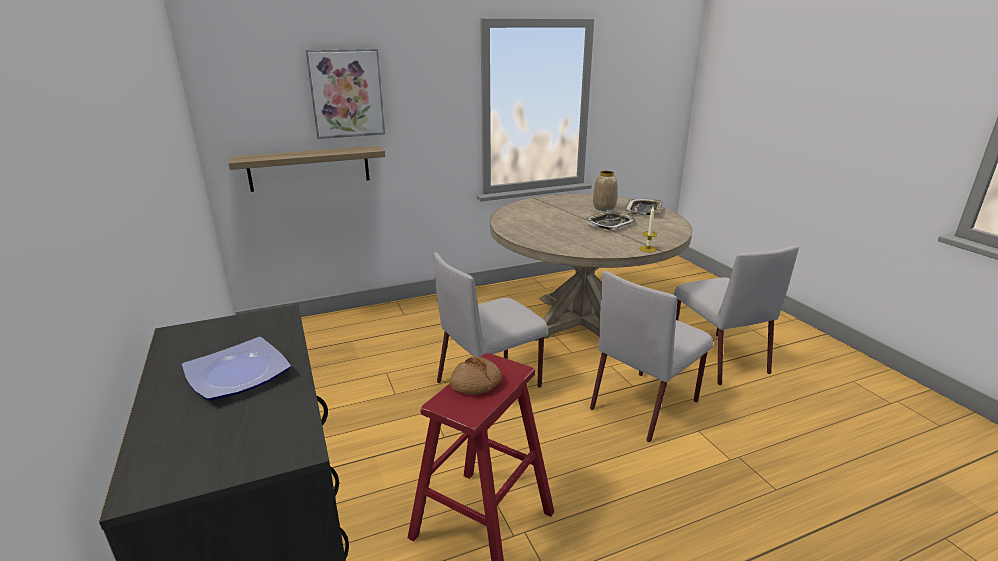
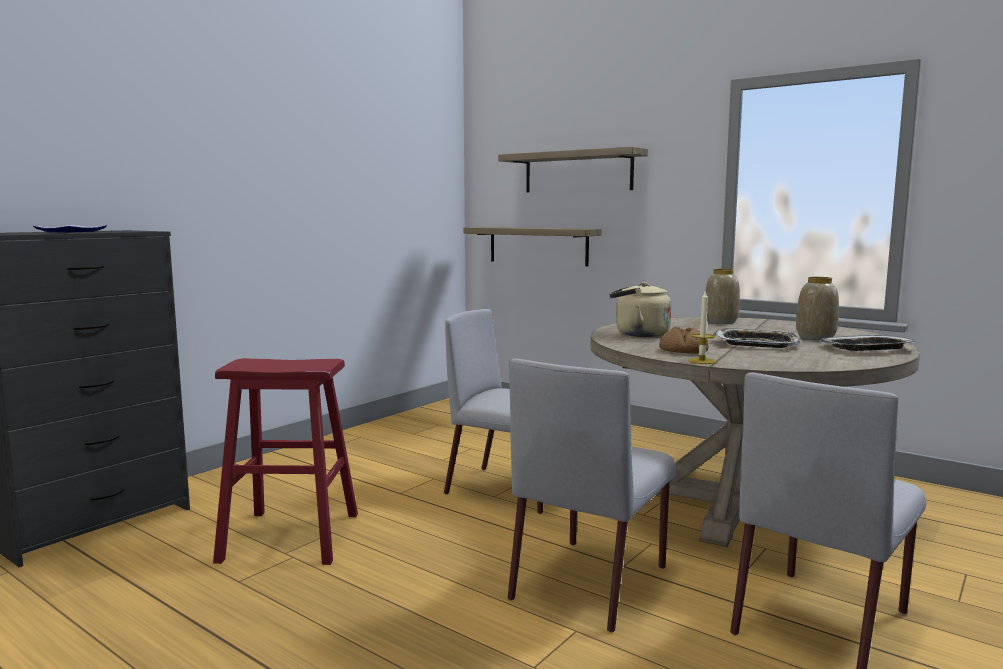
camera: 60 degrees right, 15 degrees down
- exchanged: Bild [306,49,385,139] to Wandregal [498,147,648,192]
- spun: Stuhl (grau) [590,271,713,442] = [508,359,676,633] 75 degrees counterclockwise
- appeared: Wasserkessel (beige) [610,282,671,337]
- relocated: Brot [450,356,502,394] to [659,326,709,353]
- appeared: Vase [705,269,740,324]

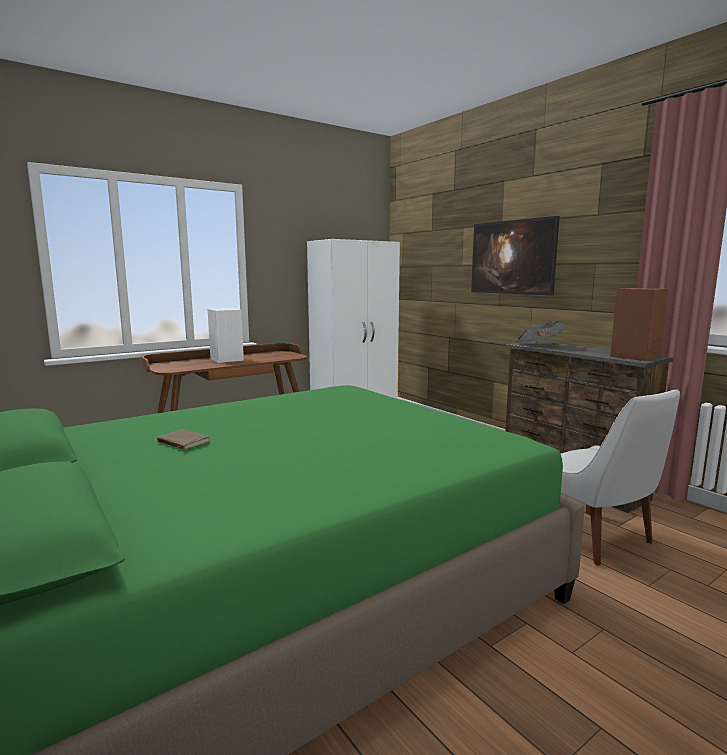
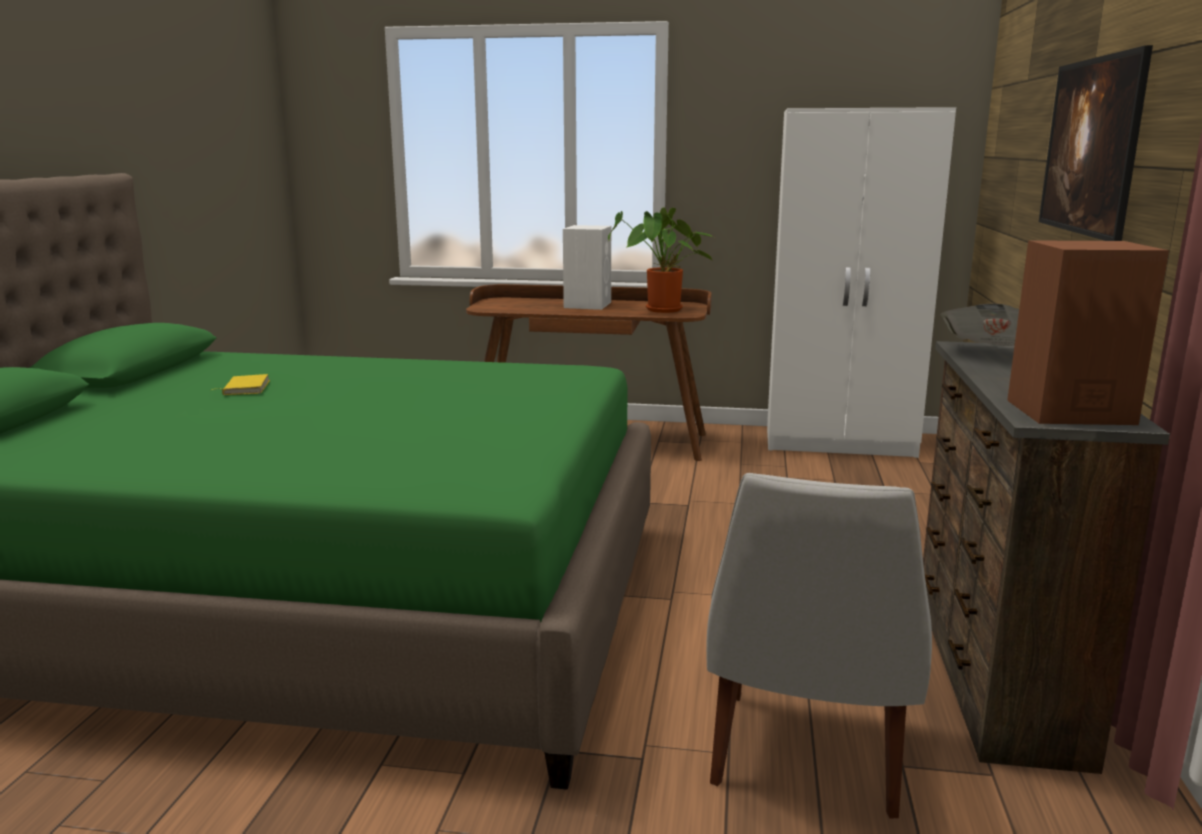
camera: 45 degrees right, 5 degrees up
- colour: Buch (braun) [157,429,210,450] to Buch (gelb) [210,374,270,395]
- appeared: Topfpflanze [608,207,713,313]

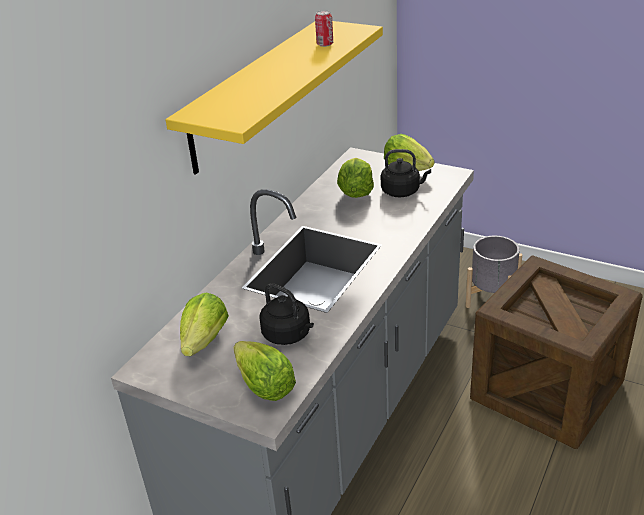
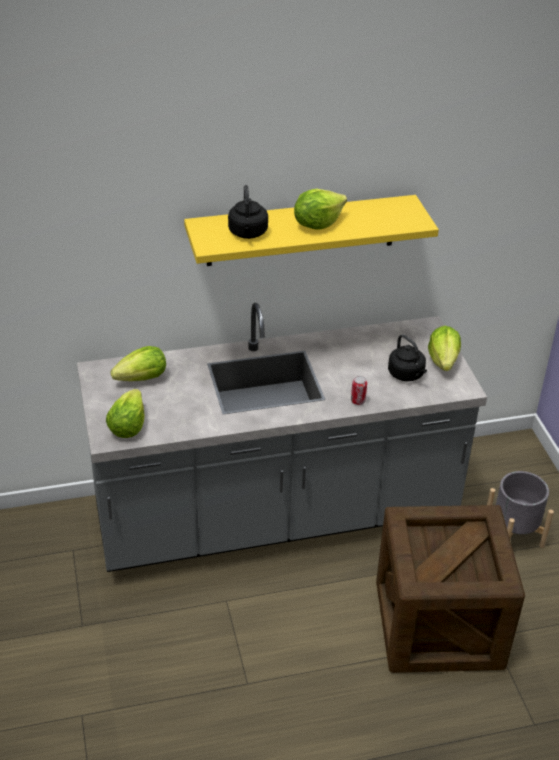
camera: 45 degrees right, 5 degrees up
- relocated: Wasserkessel (schwarz) [259,283,314,345] to [228,185,268,239]
- relocated: Salatkopf [337,158,374,198] to [294,189,347,229]
- relocated: Dose [315,10,333,47] to [351,376,367,405]

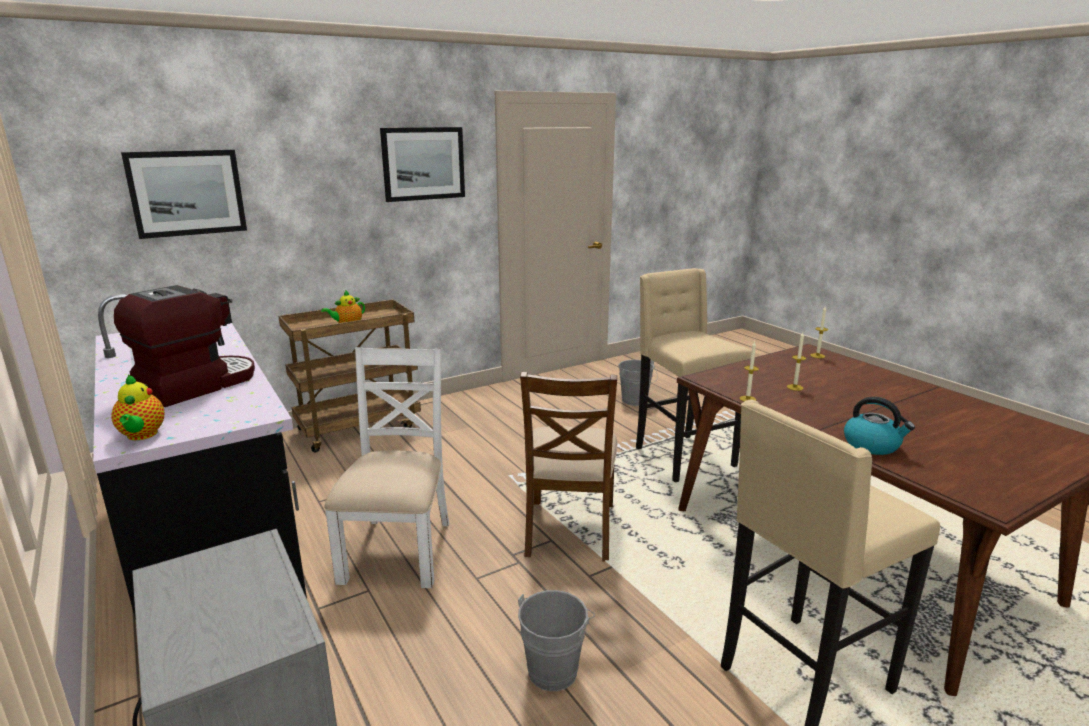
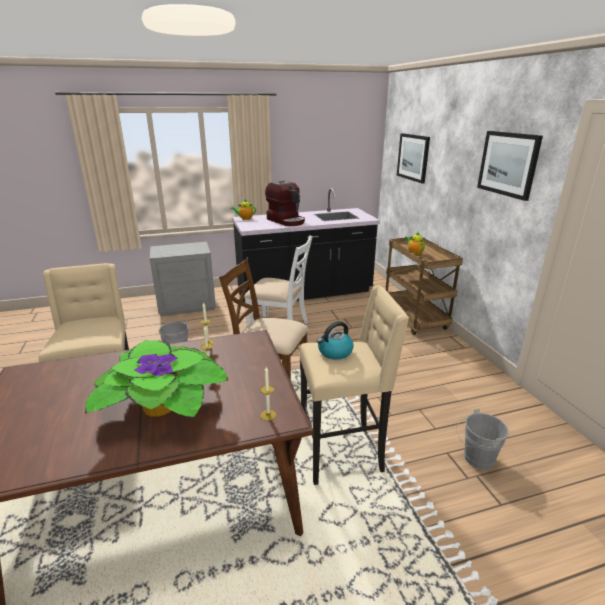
camera: 105 degrees right, 5 degrees up
- appeared: Topfpflanze [85,340,228,418]
- relocated: Wasserkessel [844,397,915,455] to [317,321,354,360]

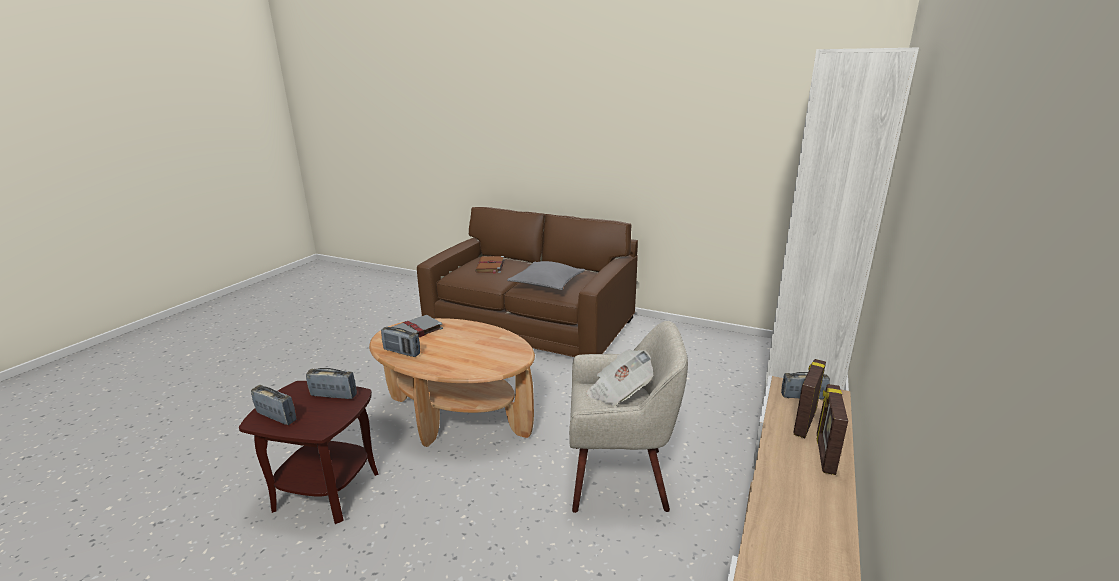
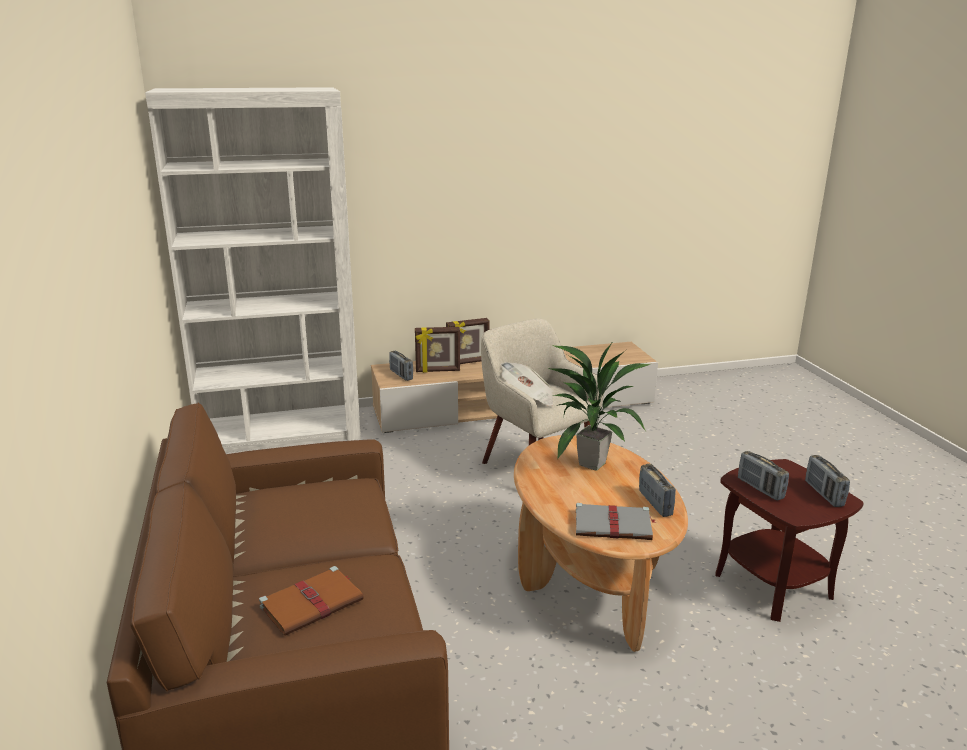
camera: 130 degrees left, 0 degrees up
- appeared: Topfpflanze [548,343,650,471]
- missing: Kissen (grau) [507,261,585,290]

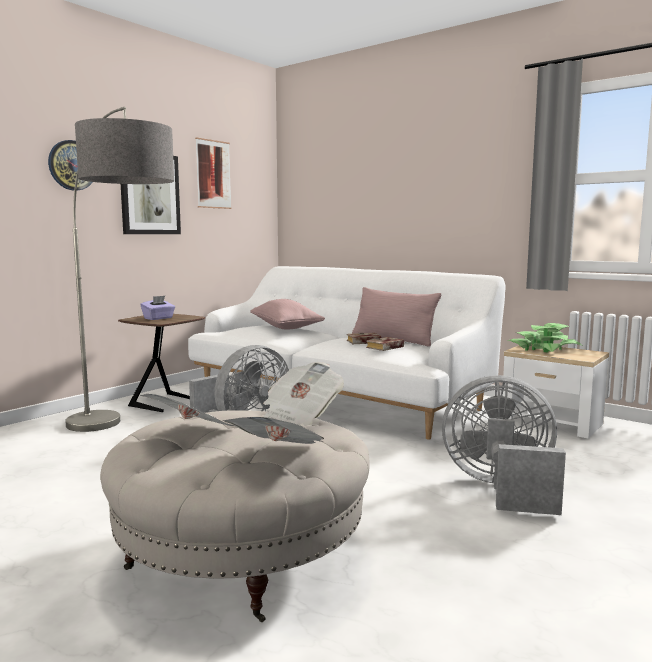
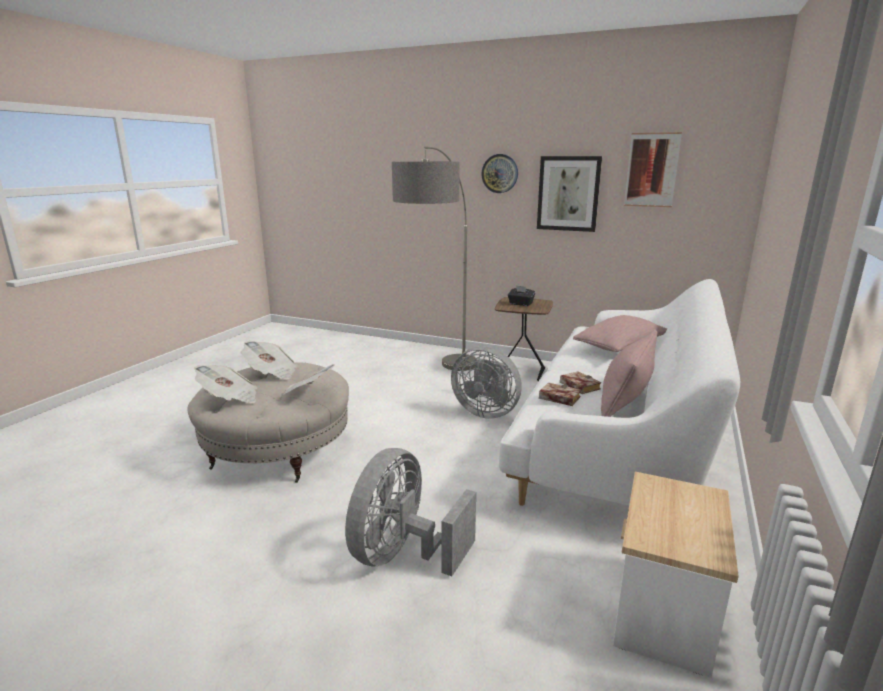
camera: 75 degrees right, 10 degrees up
- spun: Ventilator (grau) [442,375,566,515] = [345,448,476,576] 150 degrees counterclockwise
- colour: Taschentuchbox (lila) [141,296,175,320] to Taschentuchbox (schwarz) [508,285,535,306]
- missing: Topfpflanze [507,323,583,352]

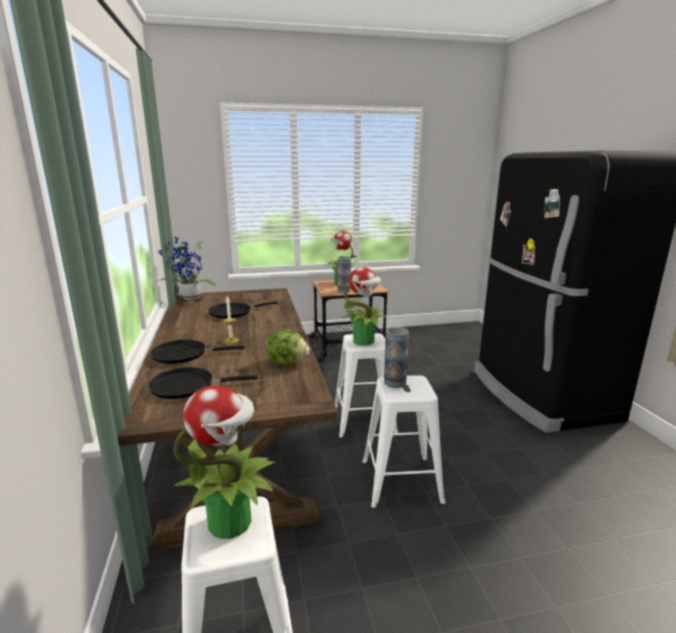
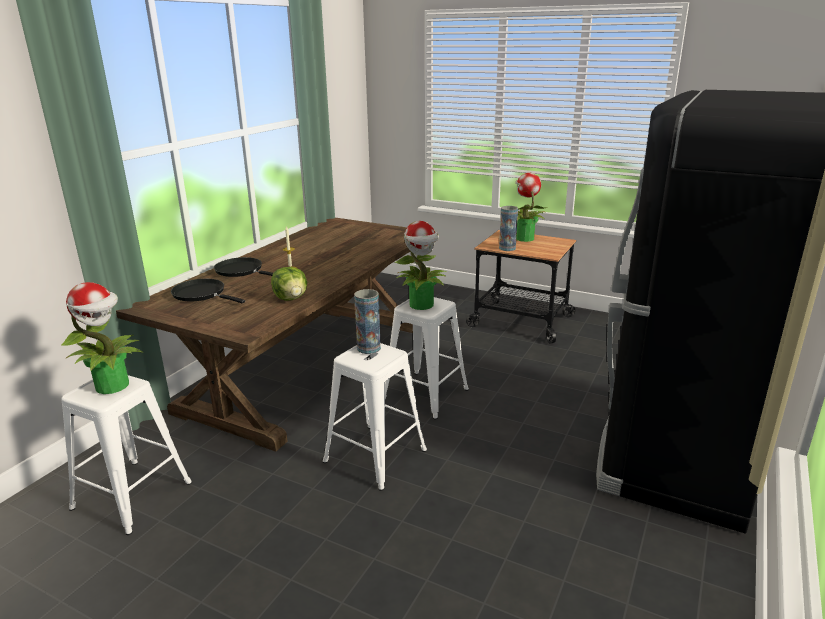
camera: 40 degrees right, 5 degrees up
- missing: Topfpflanze [158,236,216,300]
- missing: Pfanne (schwarz) [208,301,277,319]

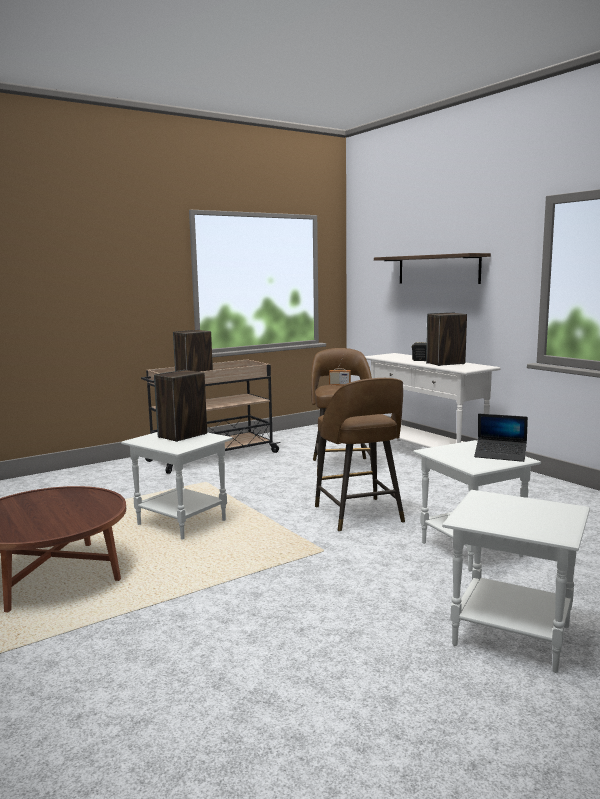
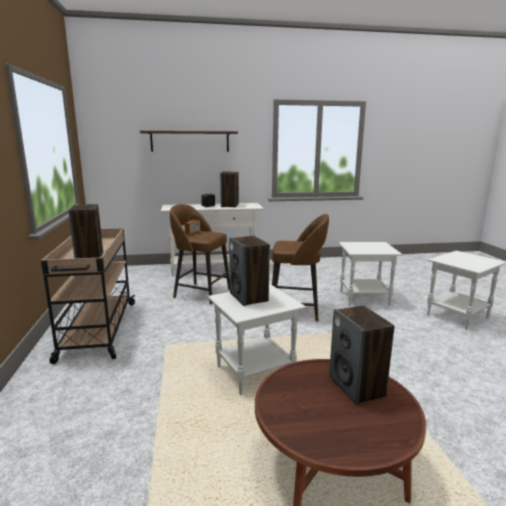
camera: 65 degrees left, 5 degrees up
- appeared: Lautsprecher [329,305,395,405]
- missing: Laptop [474,414,528,462]

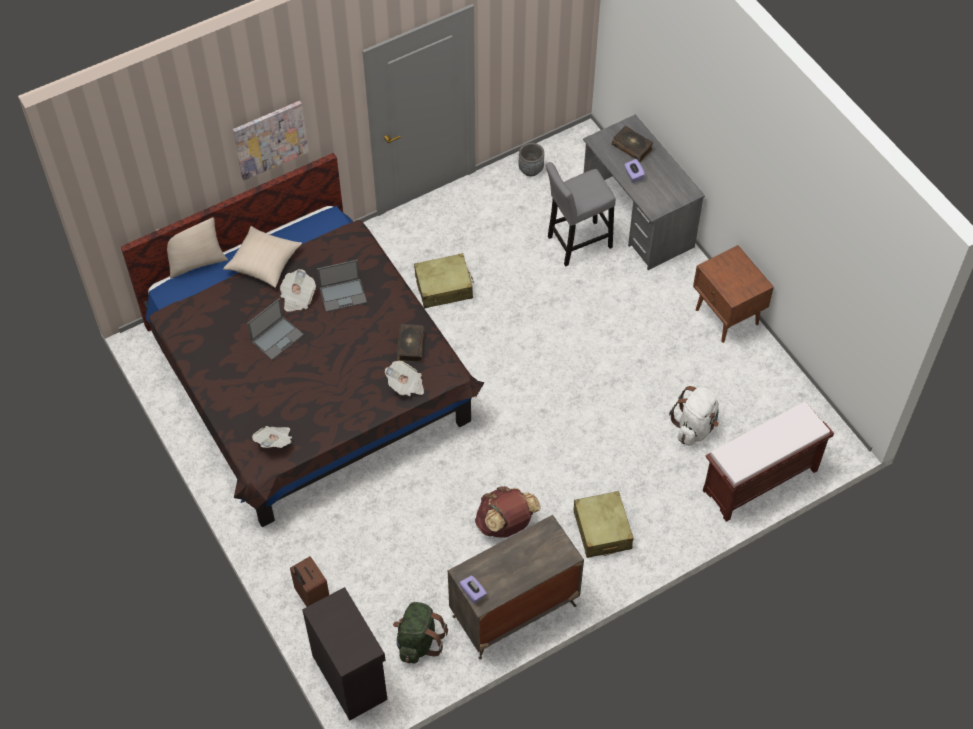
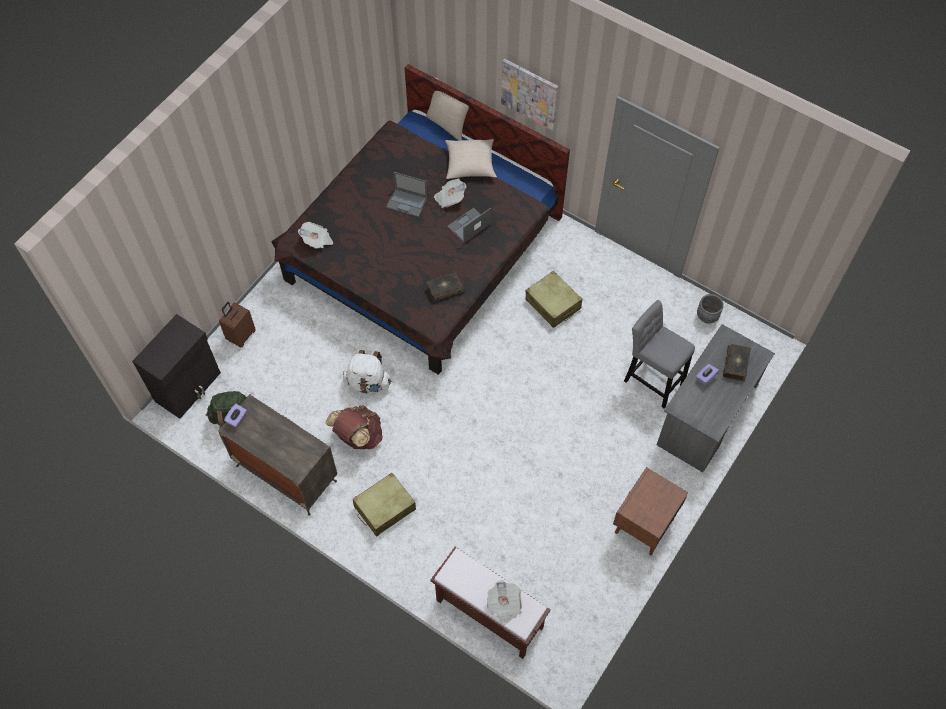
camera: 65 degrees right, 5 degrees up
- relocated: Rucksack (weiß) [669,386,719,446] to [343,350,391,393]
- spun: Laptop [317,260,367,312] = [447,208,491,243] 90 degrees clockwise
- relocated: Zeitung [385,361,424,396] to [487,580,522,625]

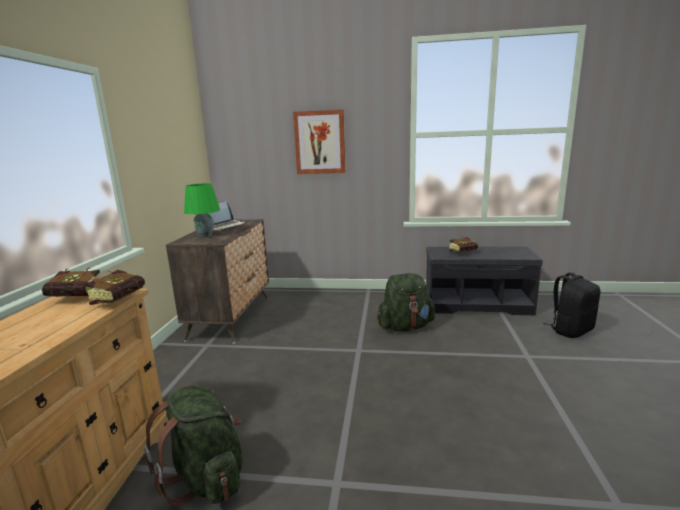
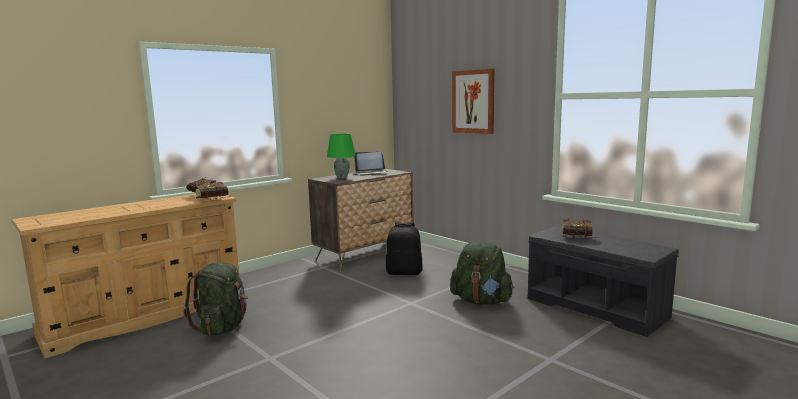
camera: 40 degrees right, 5 degrees down
- relocated: Rucksack (schwarz) [543,272,600,338] to [386,222,423,275]

